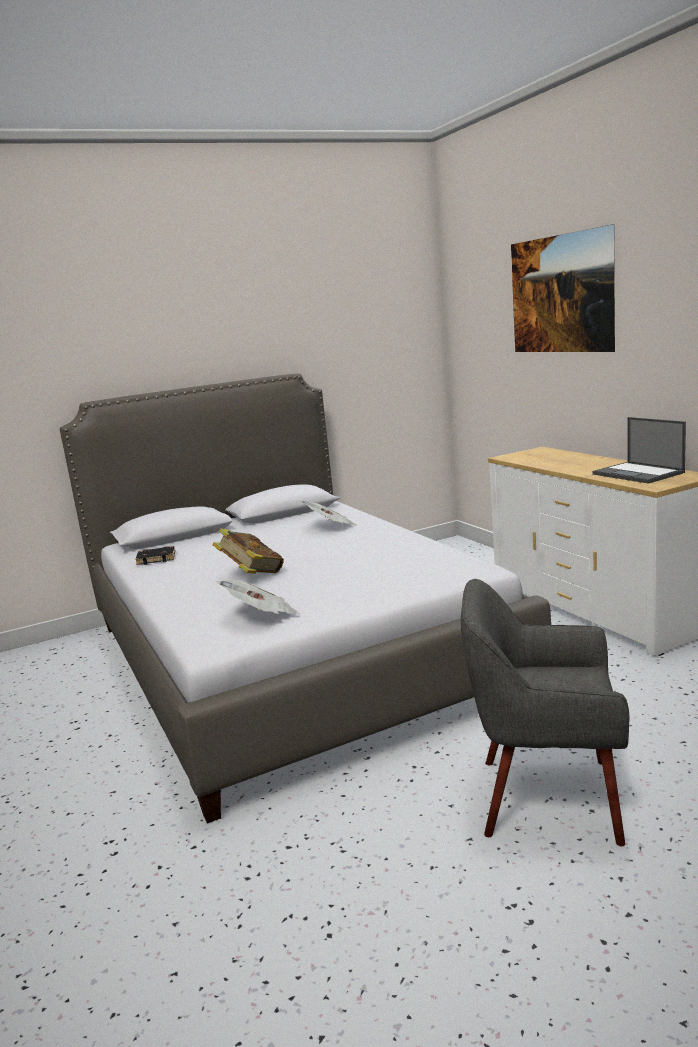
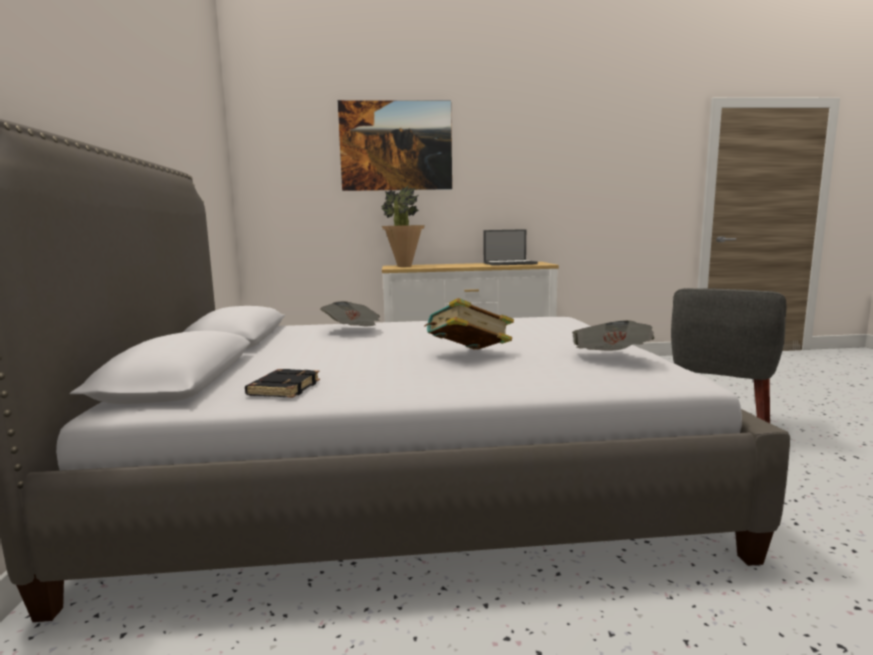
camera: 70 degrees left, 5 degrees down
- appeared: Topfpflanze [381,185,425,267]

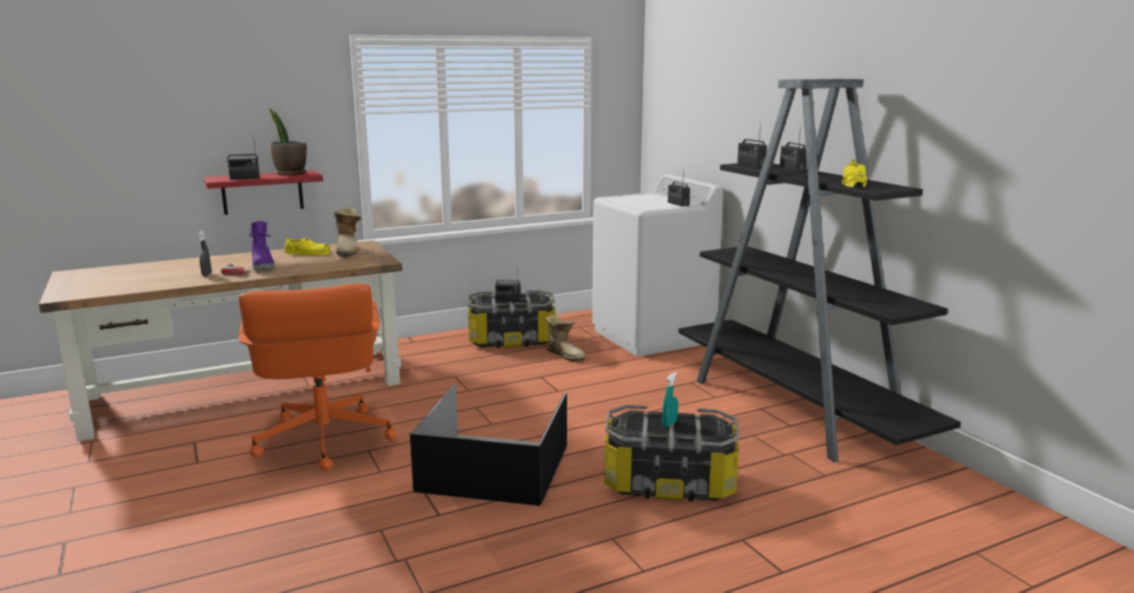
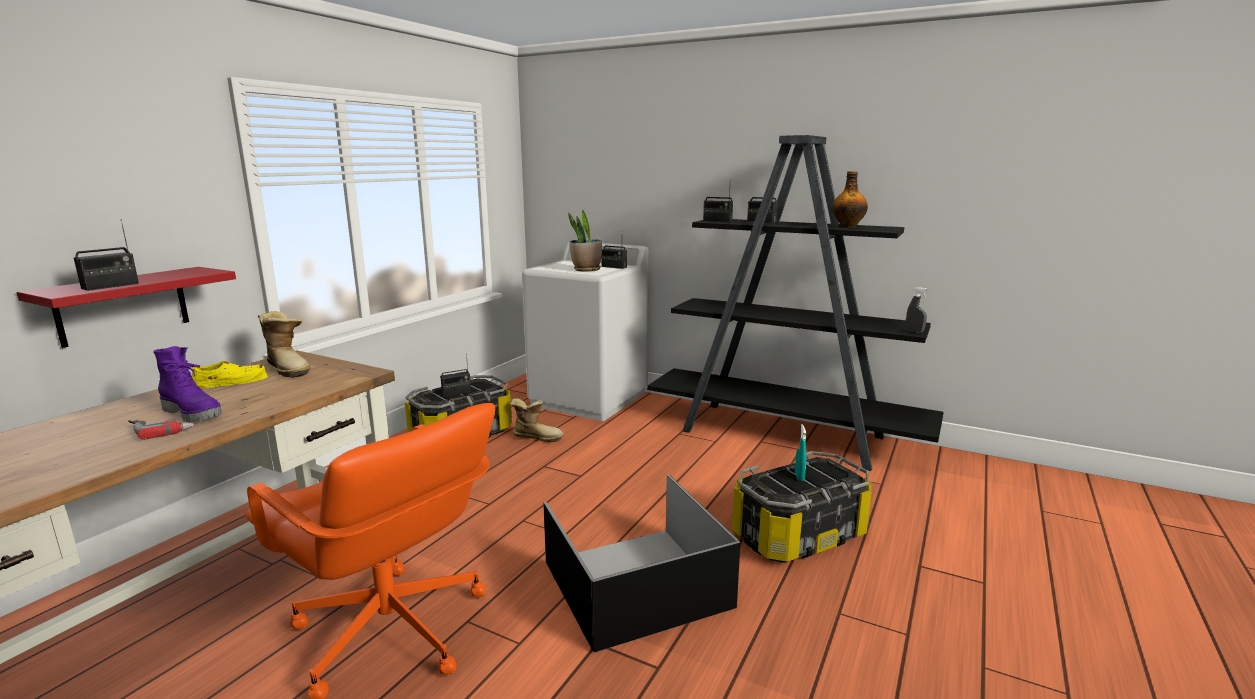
camera: 35 degrees left, 0 degrees up
- relocated: Topfpflanze [269,109,307,175] to [568,210,602,271]
- exchanged: Schuh (gelb) [842,160,867,187] to Flasche [832,171,868,228]
- relocated: Sprühflasche (grau) [198,231,211,276] to [905,287,928,333]

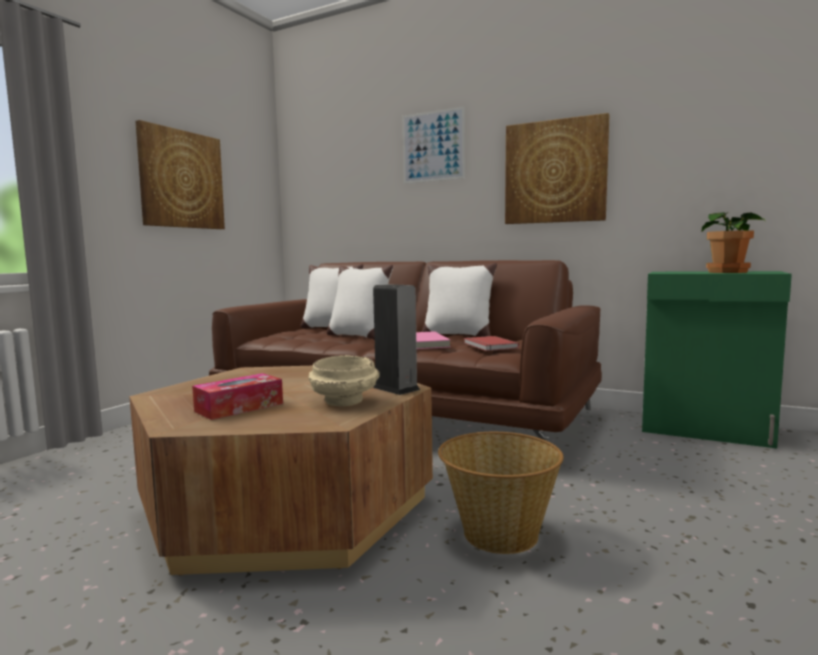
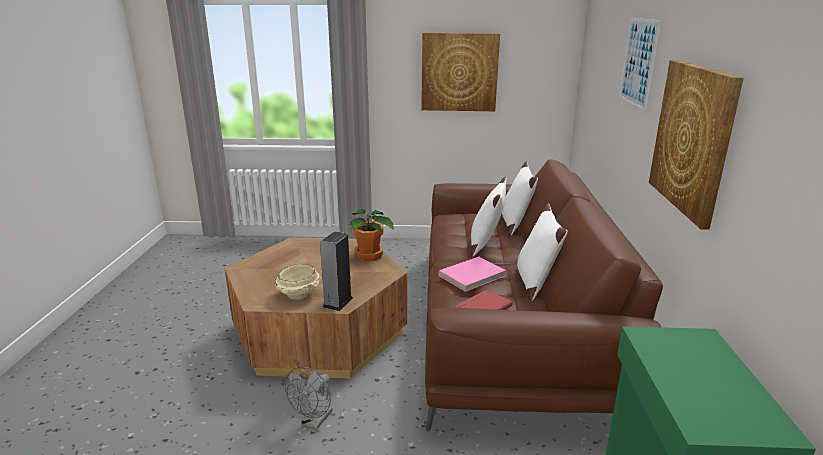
camera: 65 degrees right, 15 degrees up
- exchanged: Korb [438,432,564,554] to Ventilator (grau) [285,367,333,430]
- relocated: Topfpflanze [702,212,765,273] to [347,209,394,261]
- missing: Taschentuchbox [192,373,283,420]

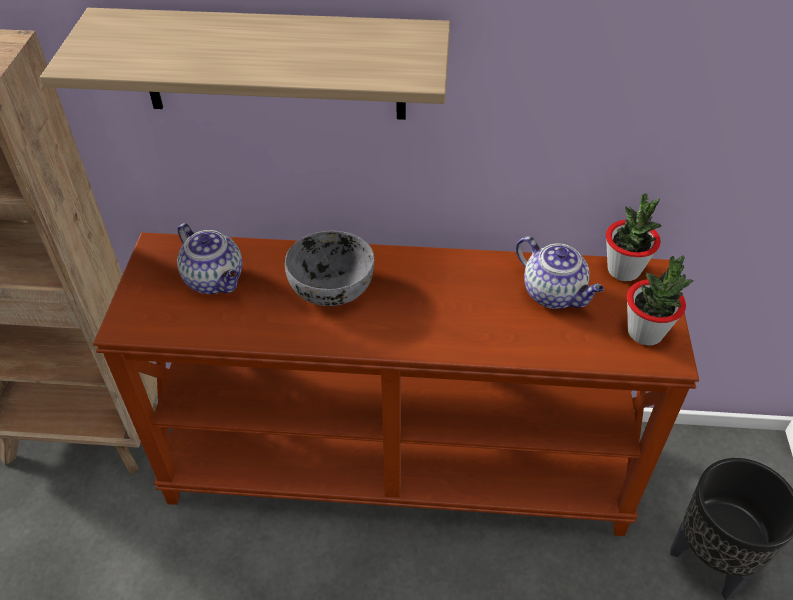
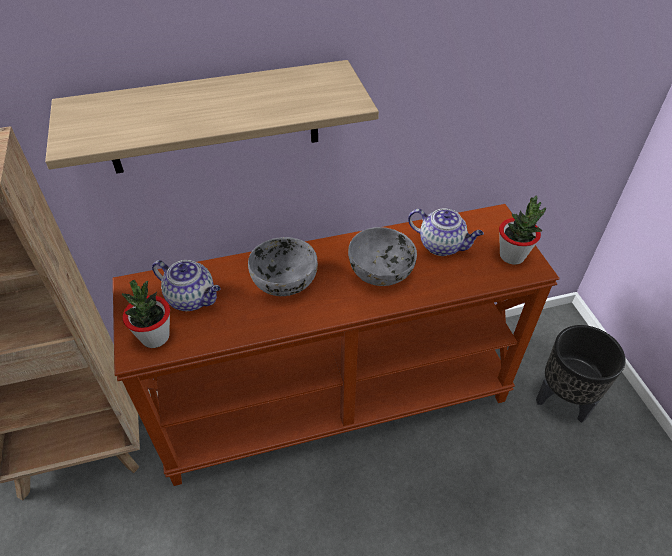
camera: 20 degrees left, 0 degrees up
- relocated: Topfpflanze [606,194,662,281] to [122,280,170,348]
- appeared: Schüssel (grau) [348,227,417,286]

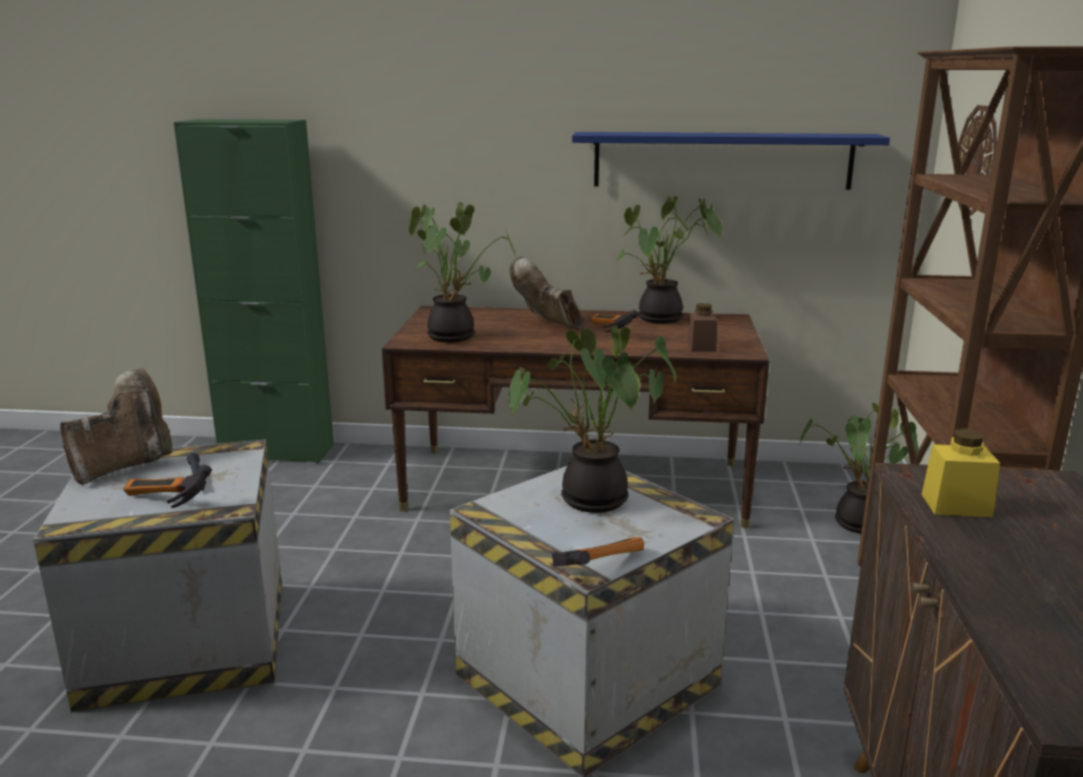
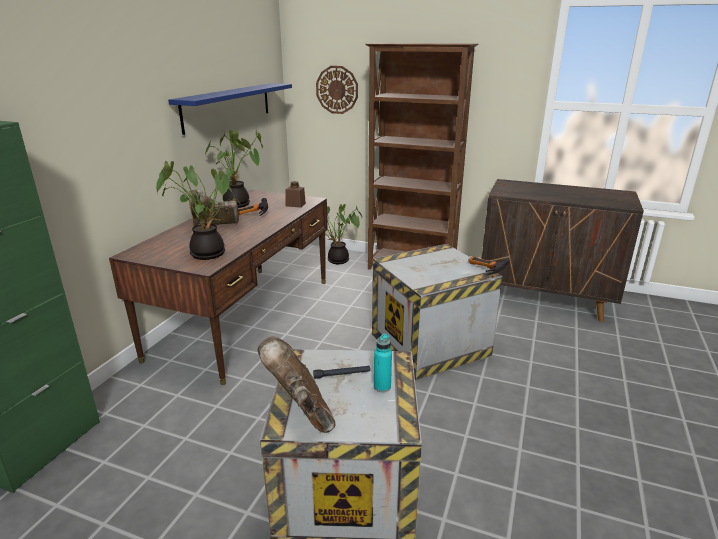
camera: 75 degrees left, 5 degrees up
- exchanged: Hammer [123,465,212,508] to Flasche (türkis) [374,334,392,392]
- missing: Topfpflanze [509,325,676,513]
- missing: Vorratsglas (gelb) [922,429,1000,517]

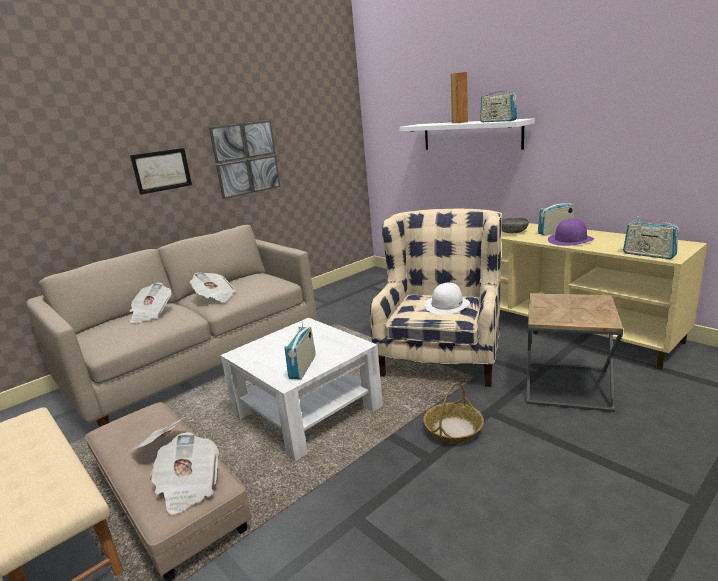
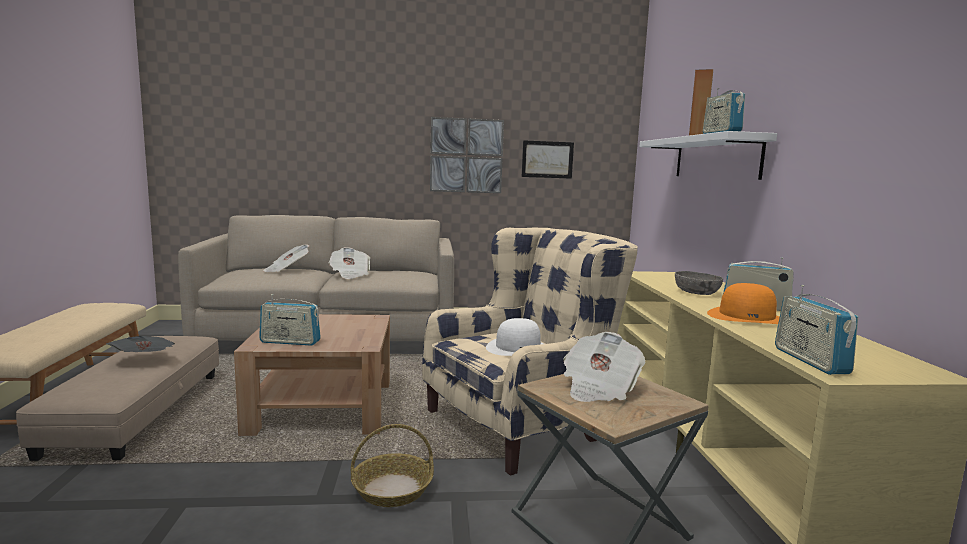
camera: 35 degrees right, 10 degrees down
- colour: Couchtisch (weiß) [221,318,383,461] to Couchtisch (braun) [234,314,390,436]
- spun: Radio [284,322,316,379] = [259,294,321,346] 135 degrees counterclockwise
- relocated: Bild [130,148,192,195] to [522,140,574,179]
- relocated: Zeitung [150,432,219,515] to [563,332,646,402]
- colour: Hut (lila) [548,219,594,246] to Hut (orange) [707,283,780,324]

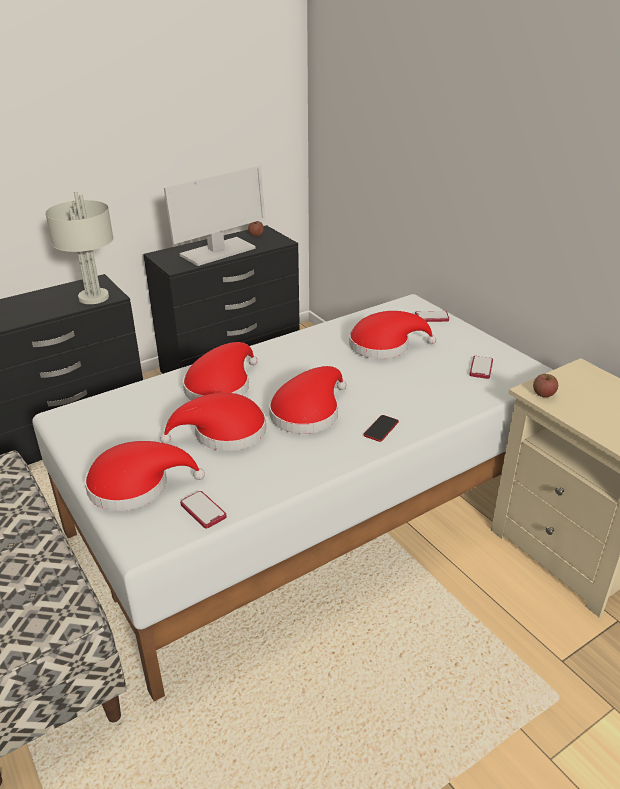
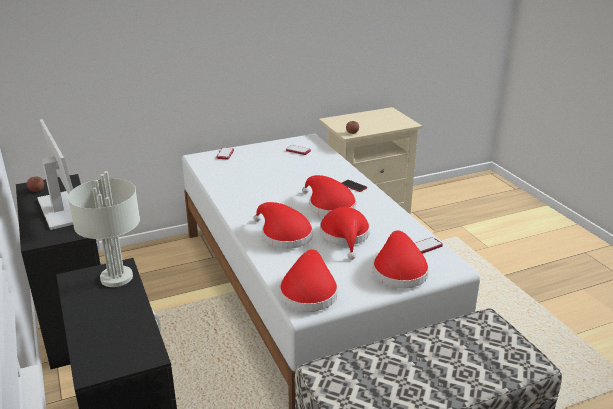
camera: 80 degrees left, 5 degrees down
- relocated: Hut (rot) [349,311,436,359] to [280,249,338,312]

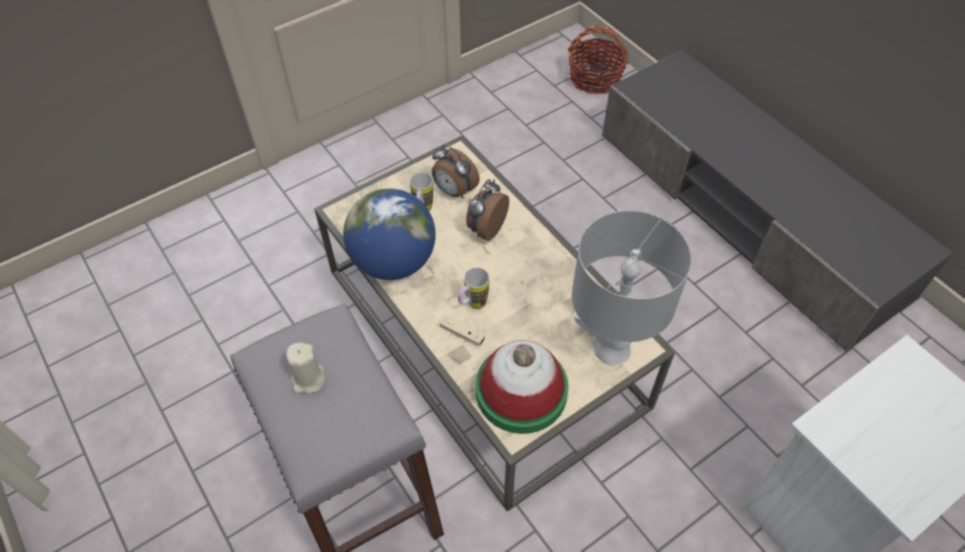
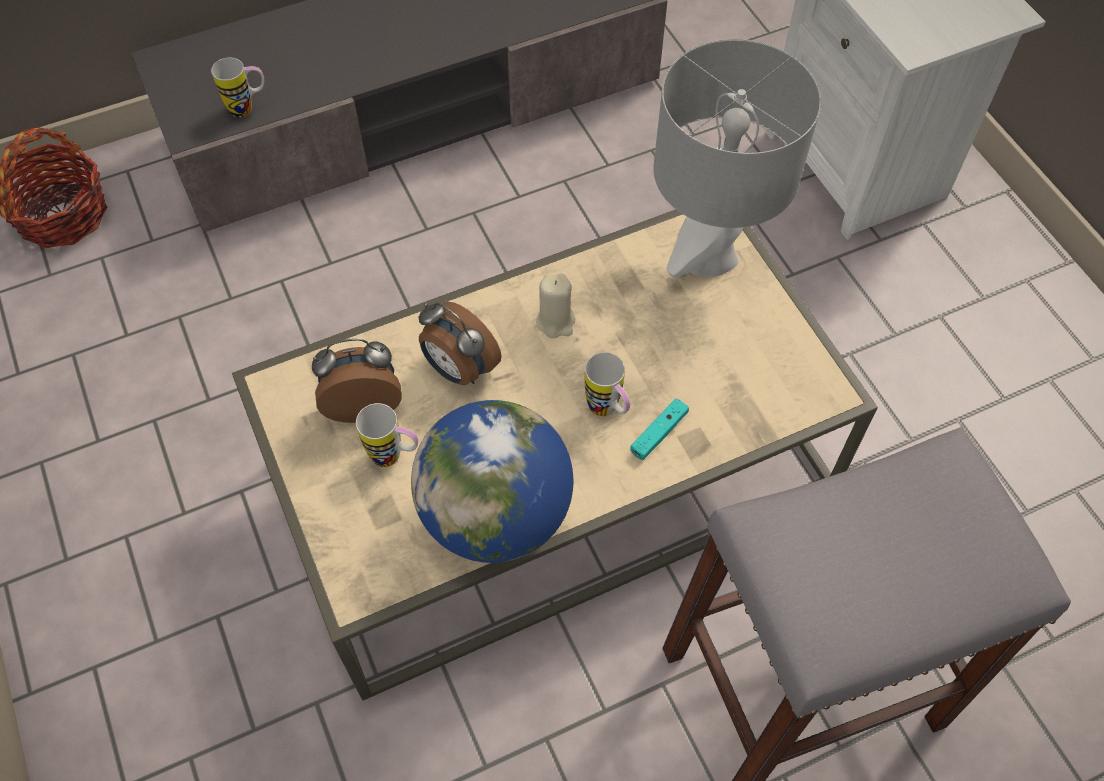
camera: 80 degrees left, 5 degrees up
- appeared: Henkelbecher [211,58,264,118]
- spun: Wecker [432,145,480,198] = [312,338,402,423] 150 degrees counterclockwise
- relocated: Kerze (beige) [286,342,326,394] to [536,273,575,338]
- colour: Gamepad (beige) [440,316,485,346] to Gamepad (türkis) [630,398,689,460]
- missing: Hut [476,340,569,434]

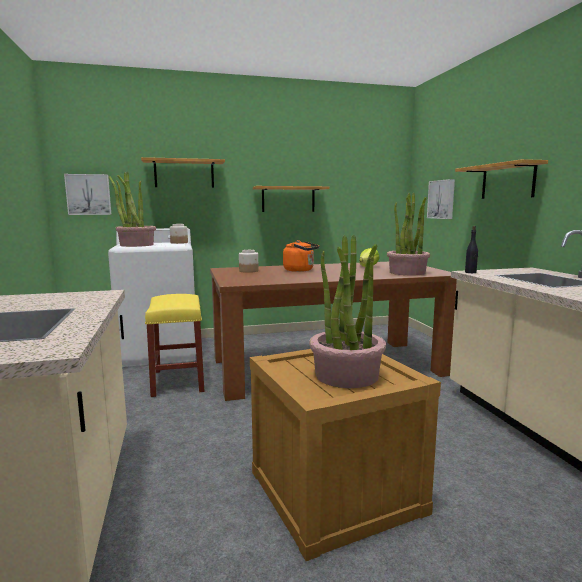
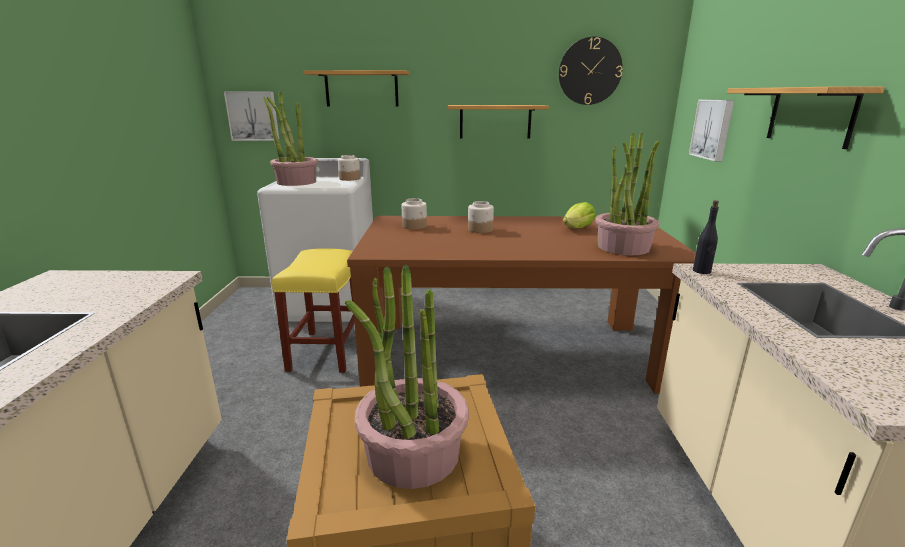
camera: 15 degrees right, 10 degrees up
- exchanged: Wasserkessel (orange) [283,240,319,272] to Vorratsglas [468,201,494,233]
- appeared: Wanduhr [559,37,623,105]

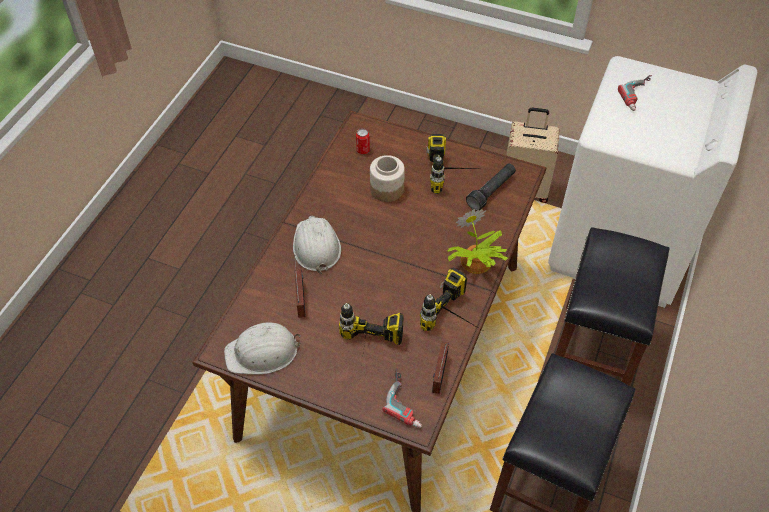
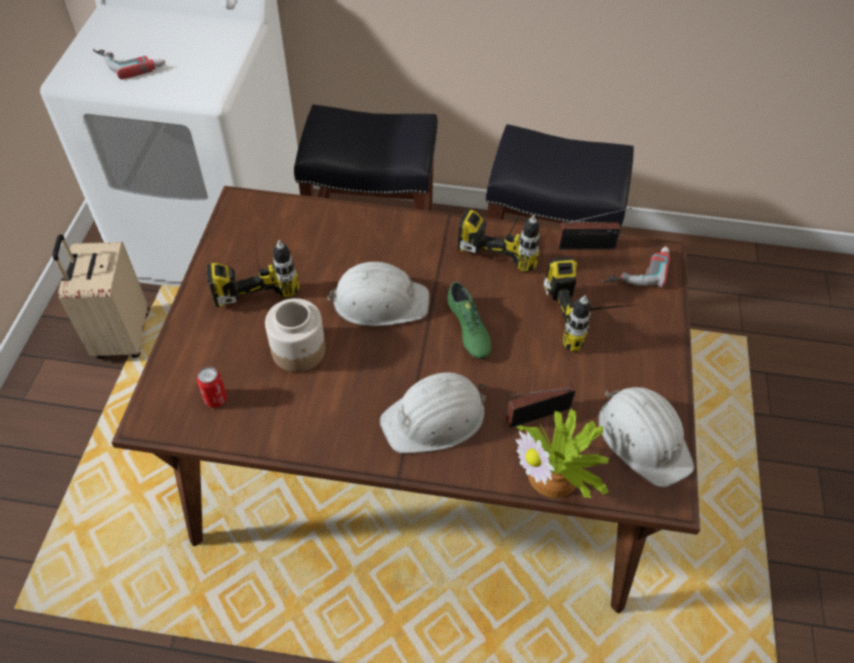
camera: 105 degrees left, 0 degrees up
- appeared: Schutzhelm (weiß) [326,262,430,326]
- appeared: Schuh (grün) [448,282,491,359]
- relocated: Topfpflanze [446,209,508,274] to [516,408,609,498]
- missing: Taschenlampe (schwarz) [466,164,516,211]

